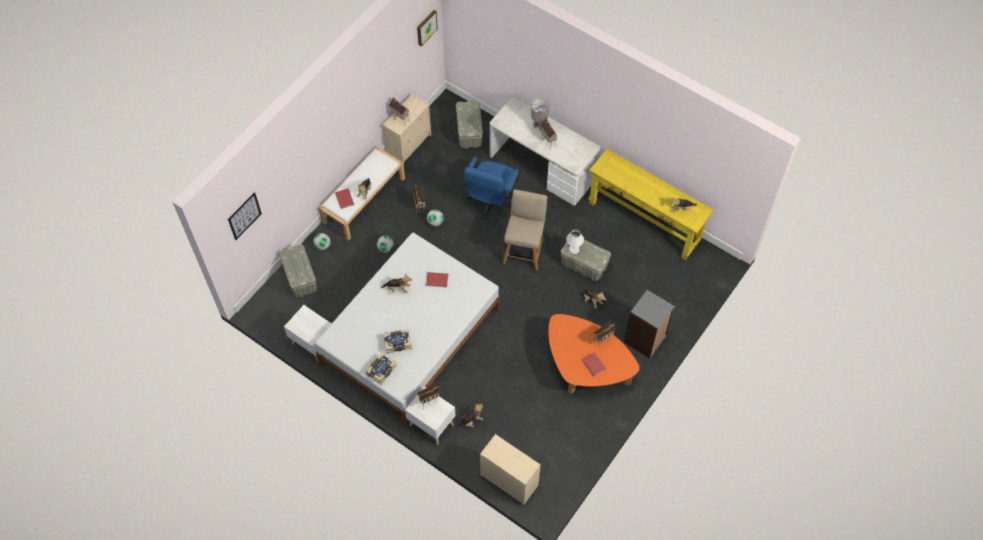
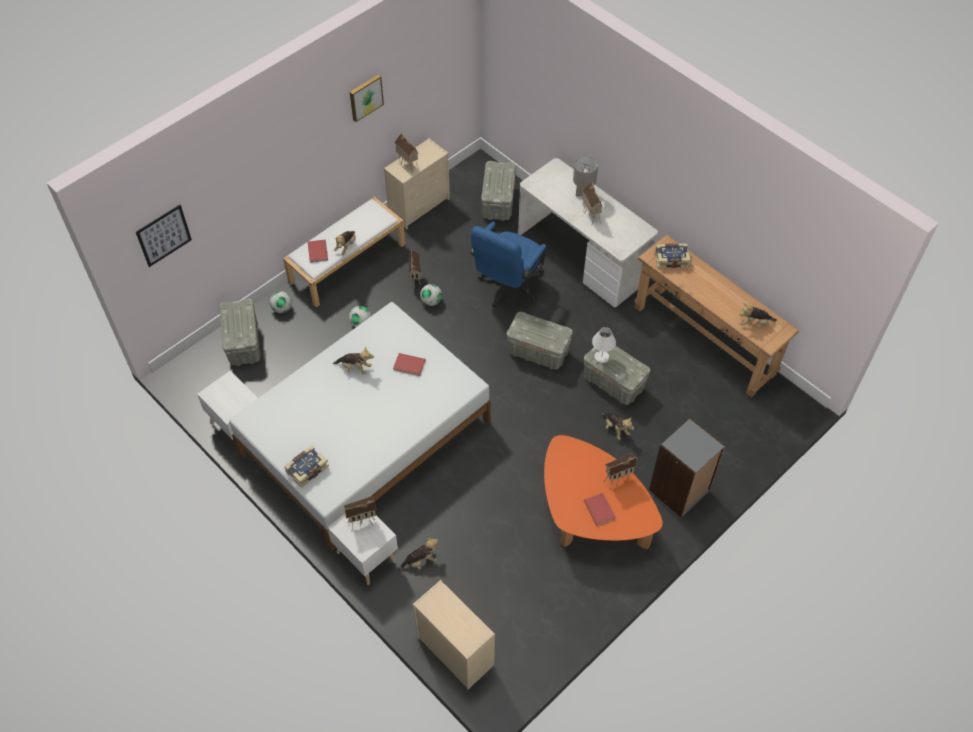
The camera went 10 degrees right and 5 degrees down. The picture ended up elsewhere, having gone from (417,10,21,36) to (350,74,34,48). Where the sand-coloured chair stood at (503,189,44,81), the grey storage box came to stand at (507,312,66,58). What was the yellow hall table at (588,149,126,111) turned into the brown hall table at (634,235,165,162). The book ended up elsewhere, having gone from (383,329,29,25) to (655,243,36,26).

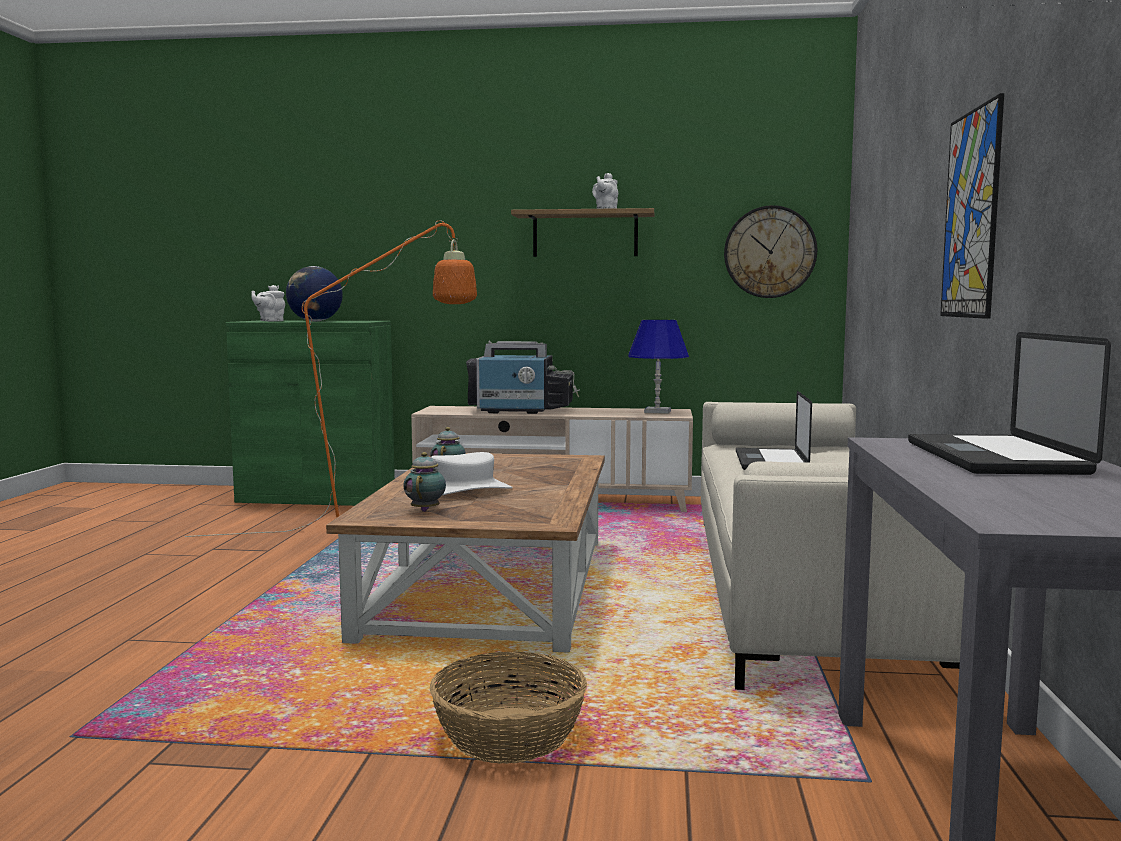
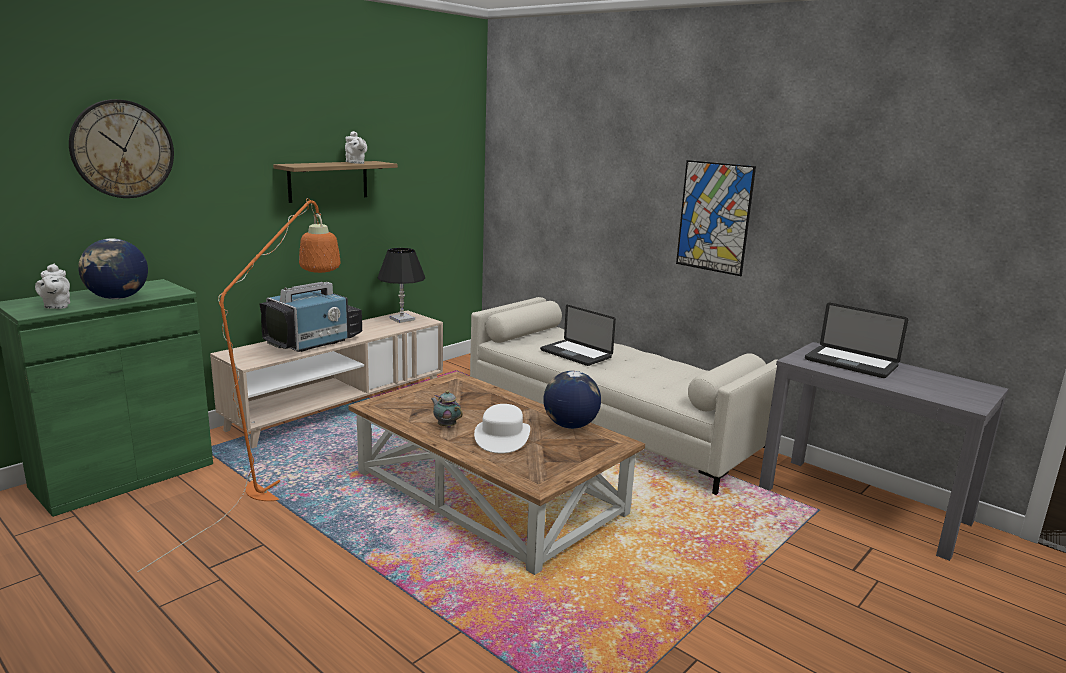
The camera went 55 degrees left and 10 degrees up. The hanging clock ended up elsewhere, having gone from (724,205,93,93) to (69,99,105,99). What was the blue-coloured lamp for a table at (628,320,61,94) turned into the black lamp for a table at (378,248,47,75). The second view gained the globe at (543,371,58,58). The second view lost the tea pot at (403,452,43,60). The second view lost the household basket at (430,652,157,112).

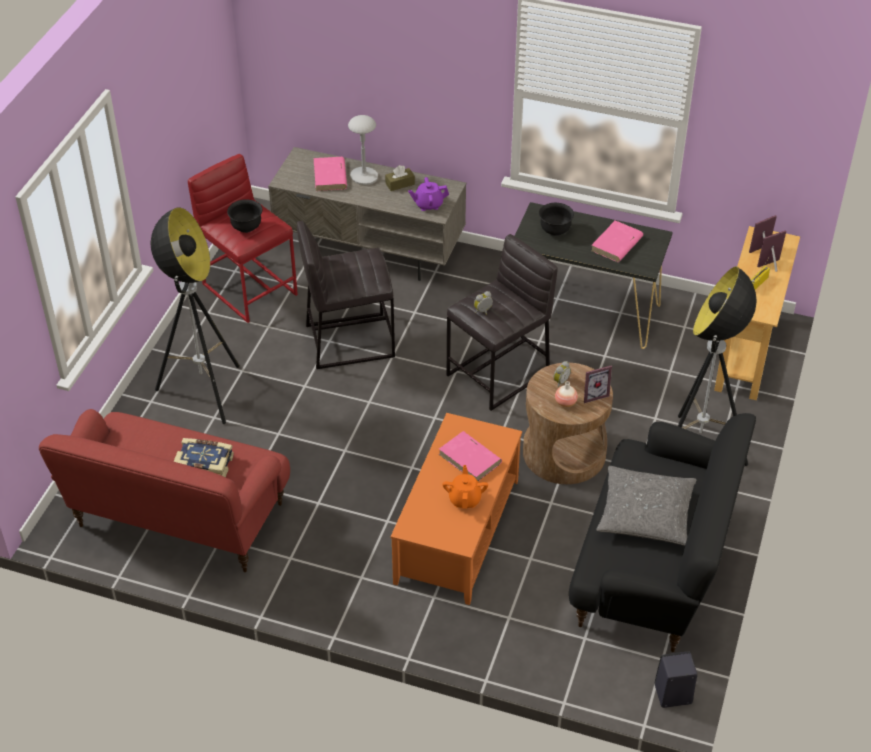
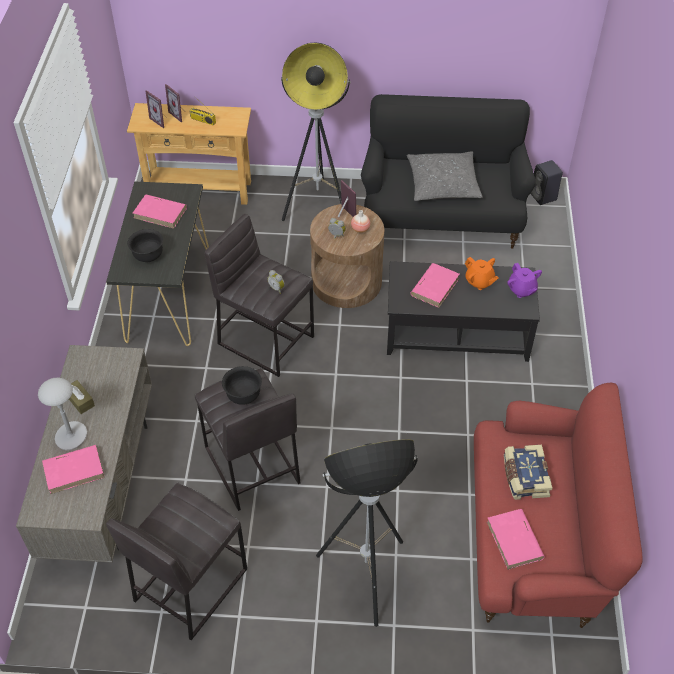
The camera went 105 degrees left and 5 degrees up. What was the reddish sitting stool at (188,154,110,169) turned into the grey sitting stool at (106,482,141,158). The black serving bowl ended up elsewhere, having gone from (227,199,36,34) to (222,366,40,39). What was the orange coffee table at (391,413,131,192) turned into the black coffee table at (387,261,153,101). The orange tea pot at (442,465,46,44) ended up facing another way, 120 degrees counterclockwise from before. The second view gained the pink book at (487,509,58,61). The purple tea pot ended up elsewhere, having gone from (408,177,41,34) to (507,263,35,35).

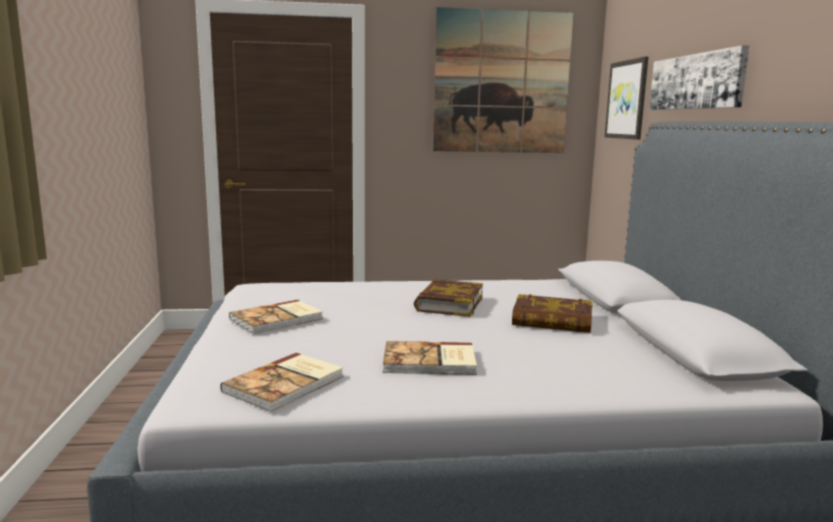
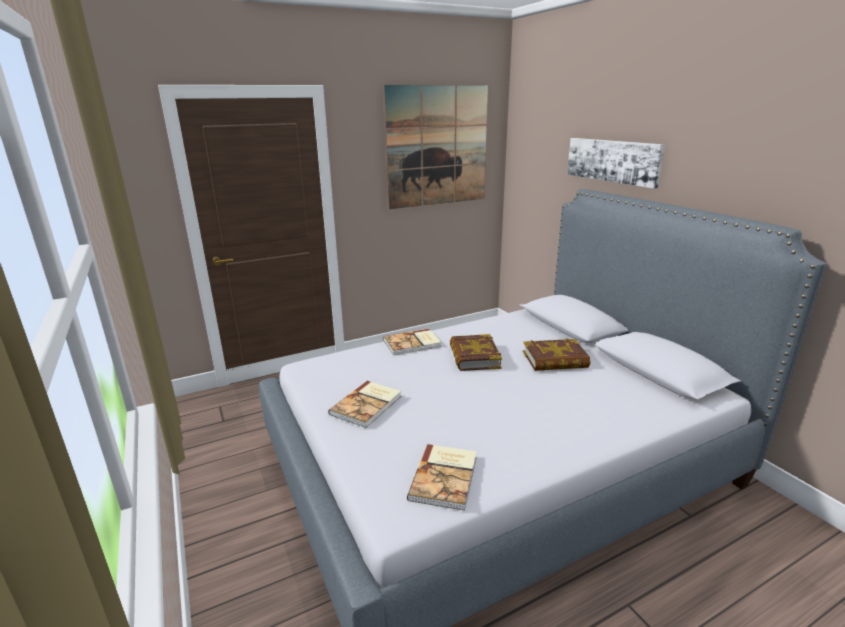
The camera went 20 degrees left and 10 degrees up. The book ended up elsewhere, having gone from (383,341,94,34) to (383,329,58,26). The second view lost the picture at (605,57,43,83).

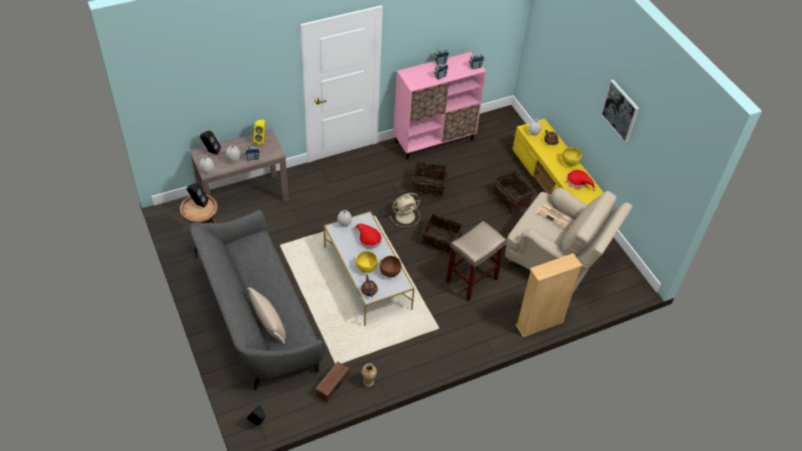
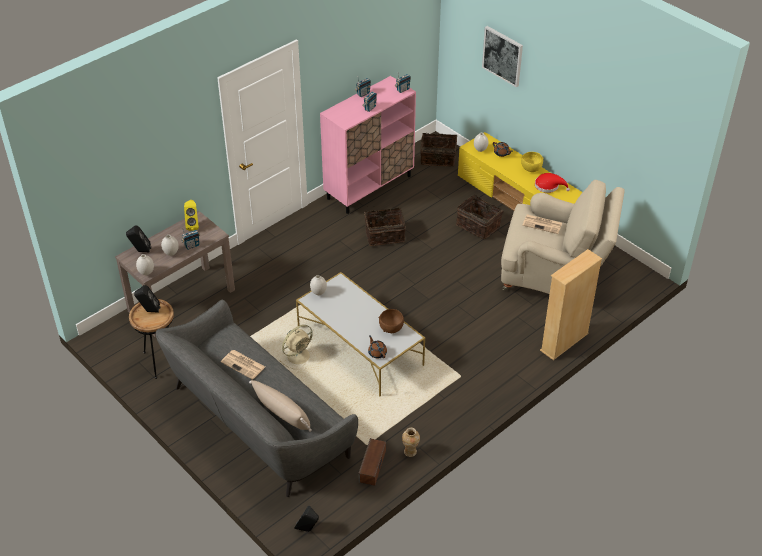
The camera went 15 degrees left and 5 degrees down. The second view gained the newspaper at (221,350,44,30). The sand-coloured fan ended up elsewhere, having gone from (389,193,31,34) to (280,325,33,44). The household basket ended up elsewhere, having gone from (422,214,41,40) to (420,133,37,34). The picture ended up elsewhere, having gone from (600,80,39,63) to (482,26,41,61). The second view lost the reddish wearable hat at (354,224,28,24). The second view lost the yellow serving bowl at (355,251,23,22). The second view lost the sand-coloured sitting stool at (446,221,60,80).

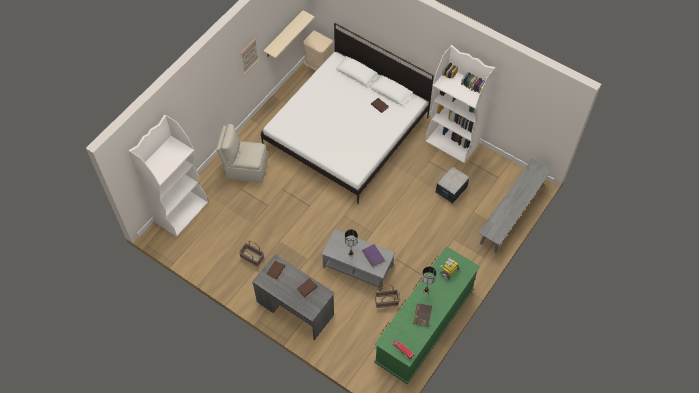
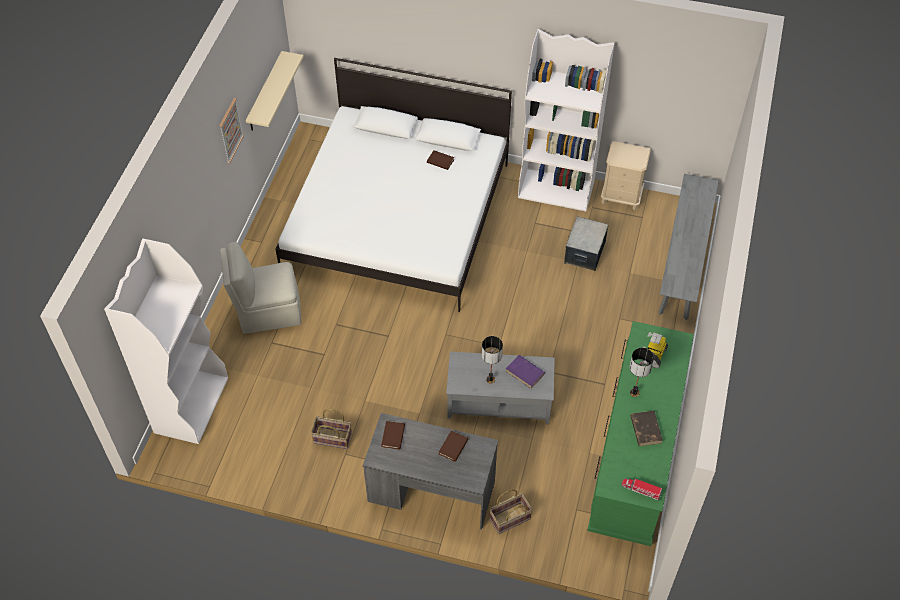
The camera went 20 degrees left and 5 degrees down. The household basket ended up elsewhere, having gone from (375,285,24,23) to (489,489,44,45). The sand-coloured bedside table ended up elsewhere, having gone from (303,30,31,41) to (601,141,50,70).

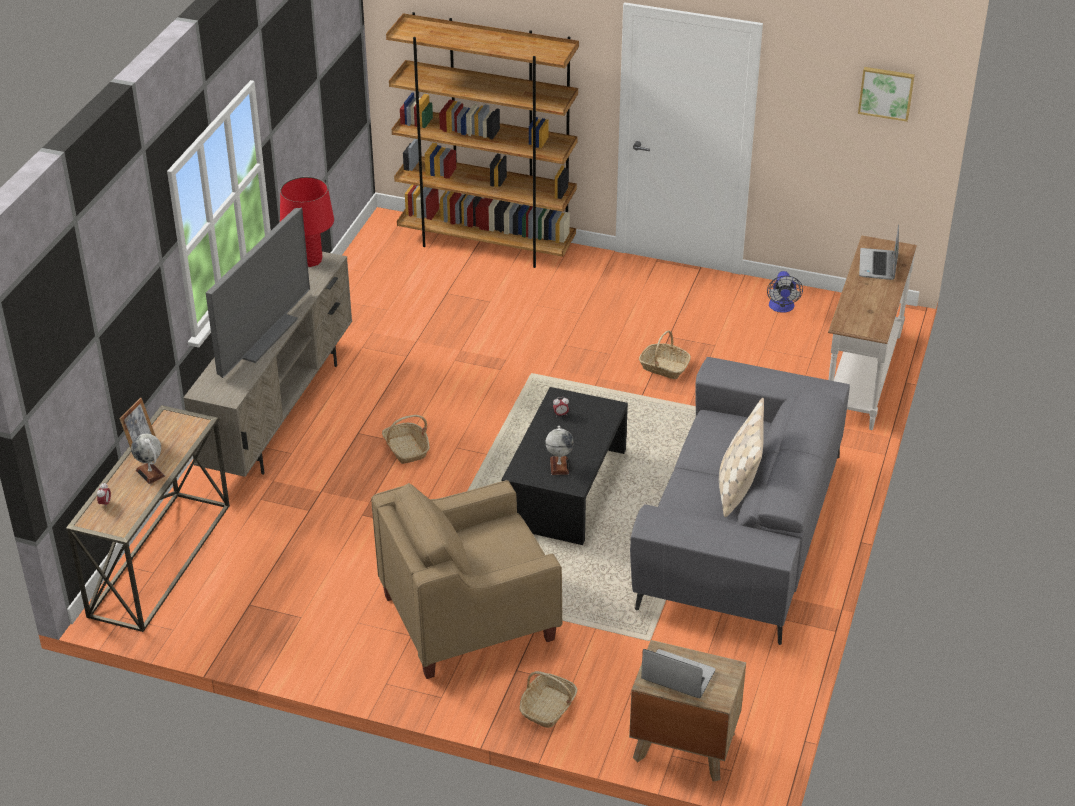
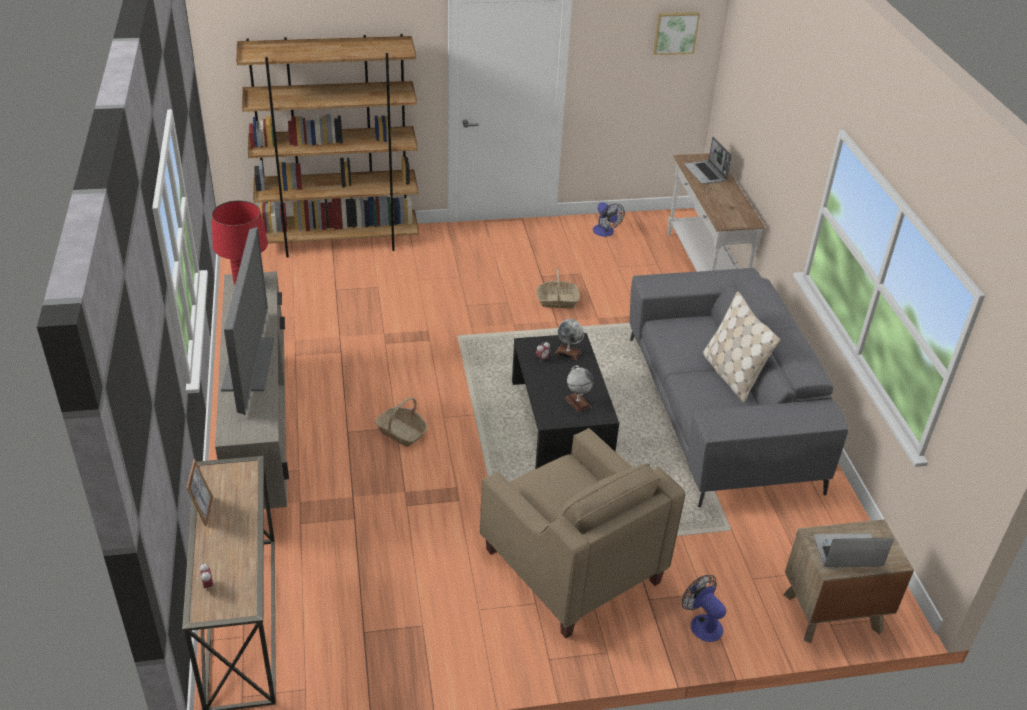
The camera went 30 degrees left and 0 degrees up. The sand-coloured lounge chair at (371,480,191,199) ended up facing another way, 75 degrees counterclockwise from before. The globe ended up elsewhere, having gone from (131,434,34,50) to (555,319,29,42). Where the household basket stood at (519,671,58,57), the fan came to stand at (682,575,44,67).

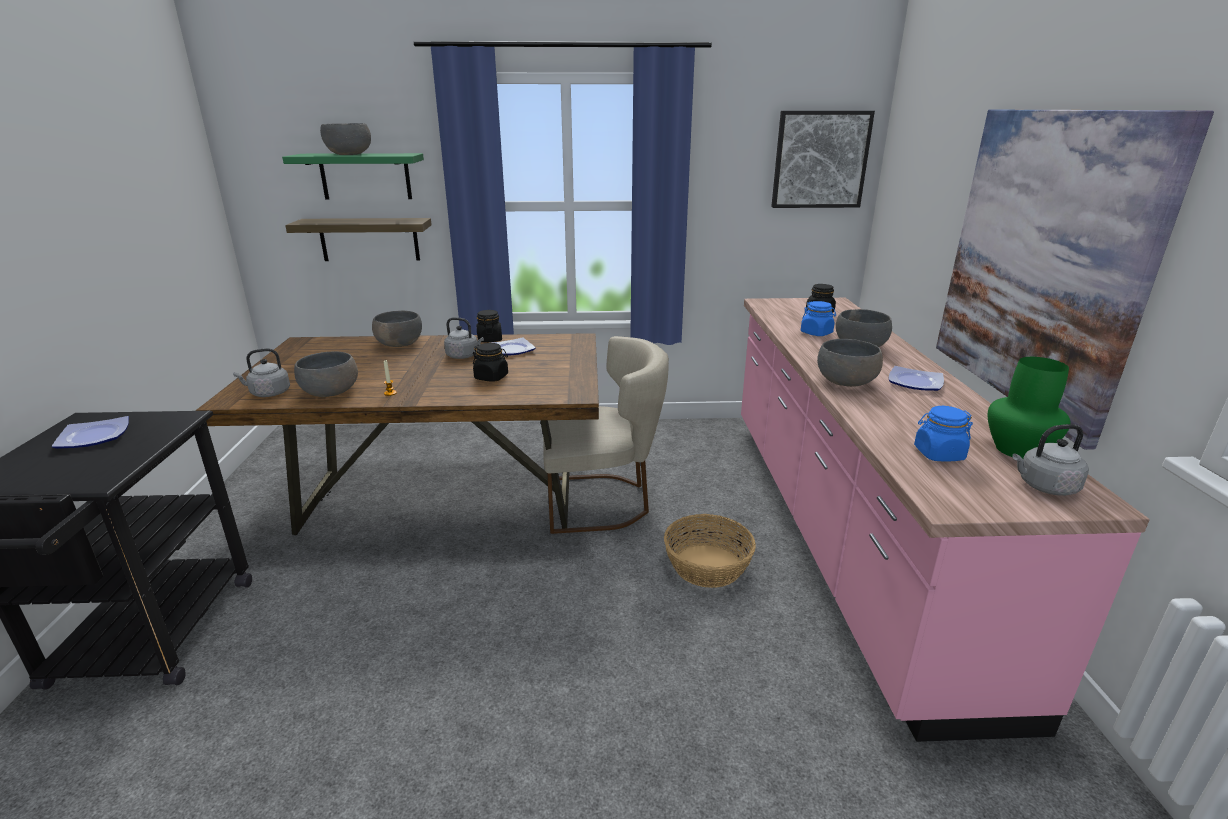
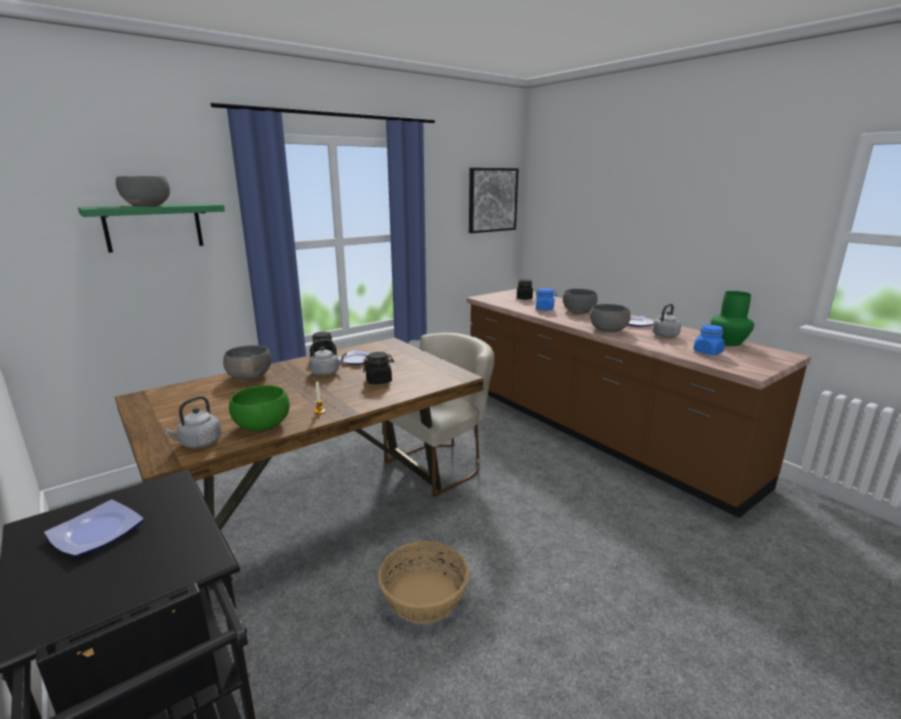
The camera went 35 degrees left and 5 degrees down. What was the grey serving bowl at (294,352,64,45) turned into the green-coloured serving bowl at (229,385,61,47). The household basket ended up elsewhere, having gone from (664,514,92,74) to (378,541,91,82). What was the pink kitchen base unit at (741,298,409,444) turned into the brown kitchen base unit at (467,289,344,229). The grey water kettle ended up elsewhere, having gone from (1012,424,77,72) to (652,304,29,34). The second view lost the shelf at (285,218,147,43). The second view lost the picture at (936,110,278,340).

